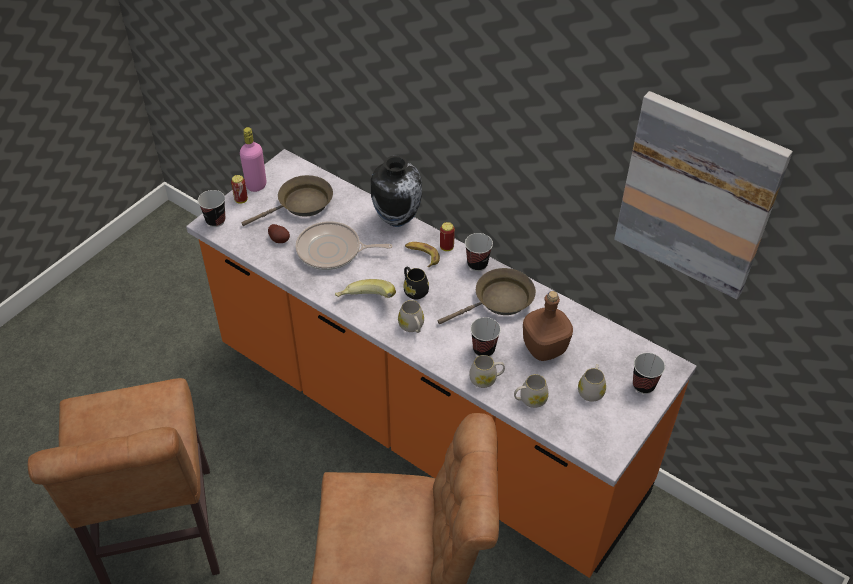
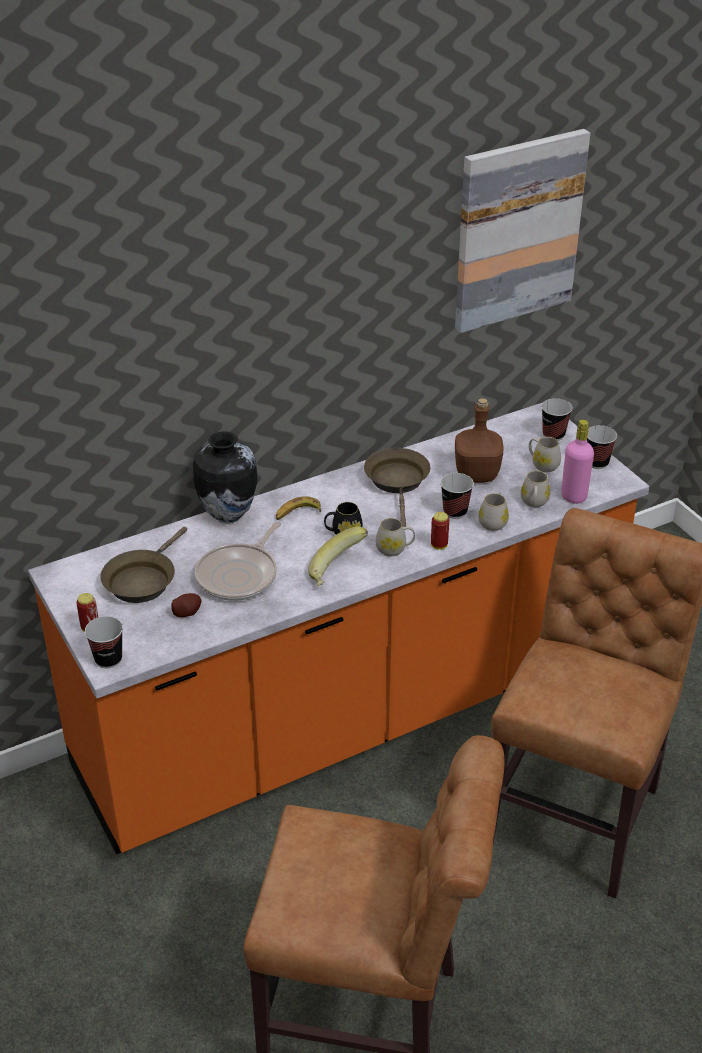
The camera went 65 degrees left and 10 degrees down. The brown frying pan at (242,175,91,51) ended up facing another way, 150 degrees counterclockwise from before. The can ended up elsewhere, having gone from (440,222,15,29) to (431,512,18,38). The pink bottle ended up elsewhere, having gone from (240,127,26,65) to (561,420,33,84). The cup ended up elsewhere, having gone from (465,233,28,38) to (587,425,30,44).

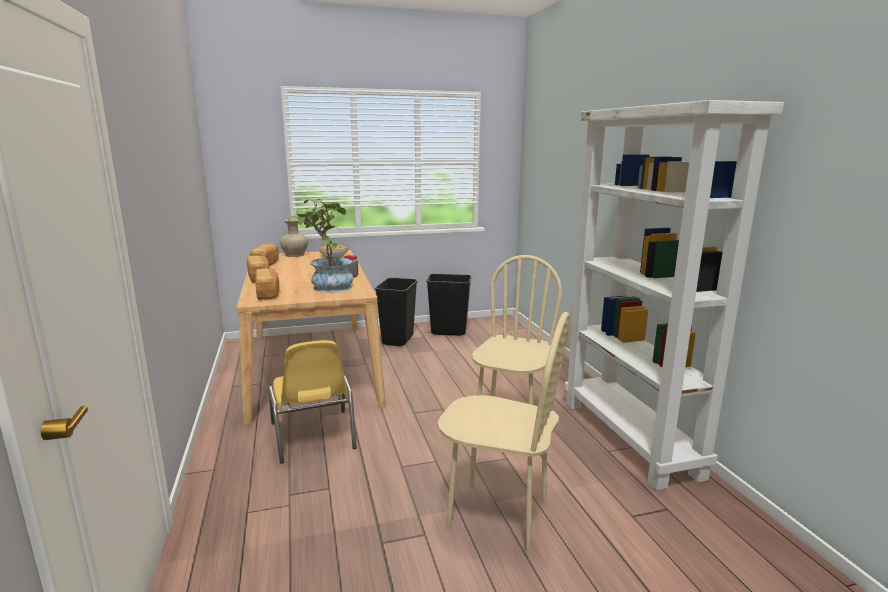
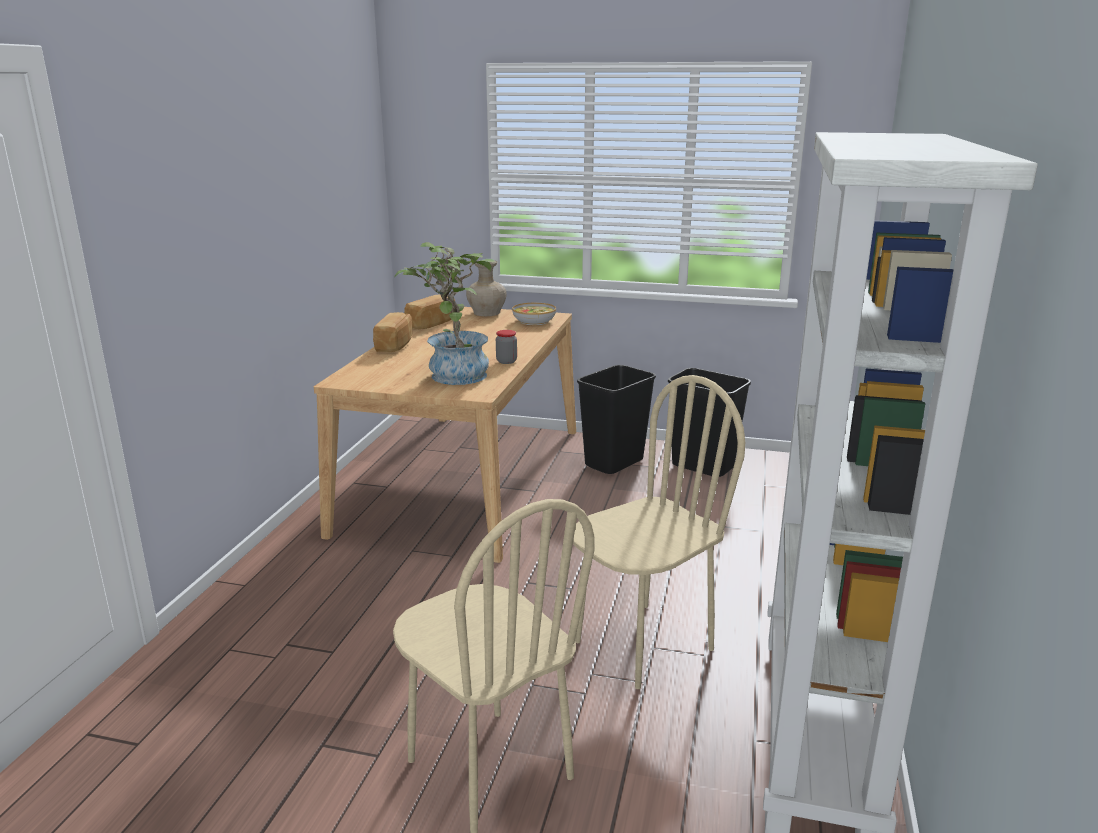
The camera went 30 degrees right and 5 degrees up. The second view lost the bakery bread at (255,268,24,32). The second view lost the yellow chair at (268,340,89,123).

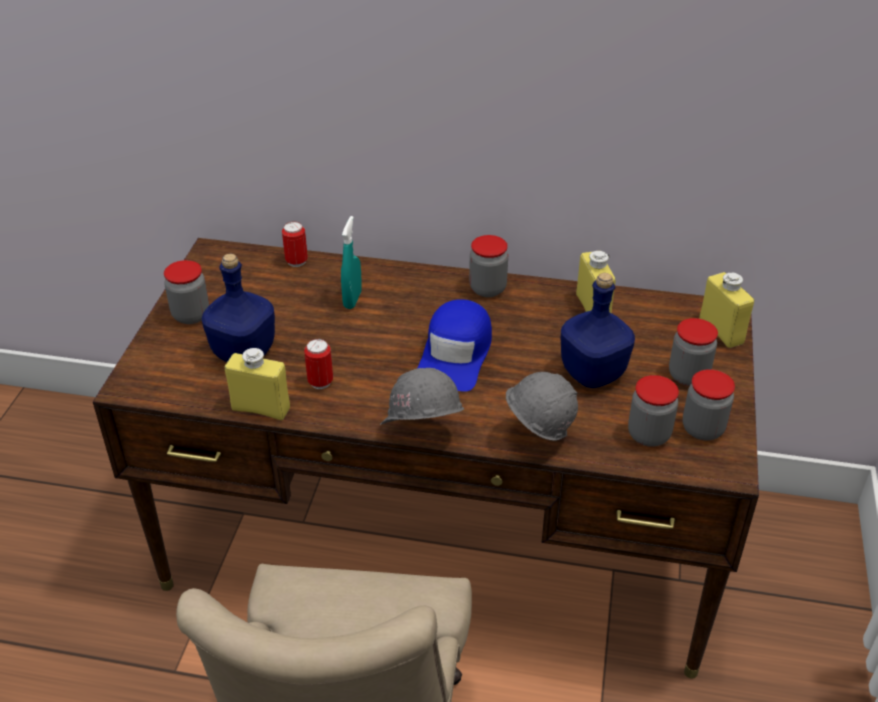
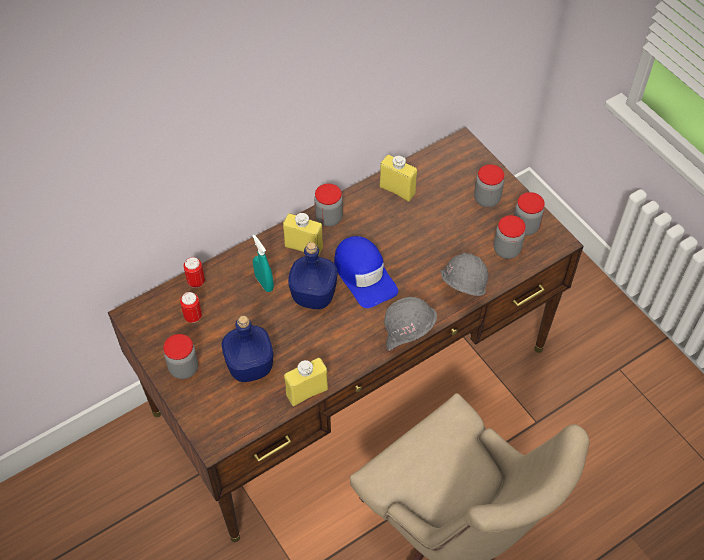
The camera went 45 degrees left and 15 degrees up. The can ended up elsewhere, having gone from (304,339,29,50) to (180,292,22,31). The yellow bottle ended up elsewhere, having gone from (699,272,55,76) to (283,213,40,43). The blue-coloured bottle ended up elsewhere, having gone from (561,273,74,115) to (288,242,50,67).

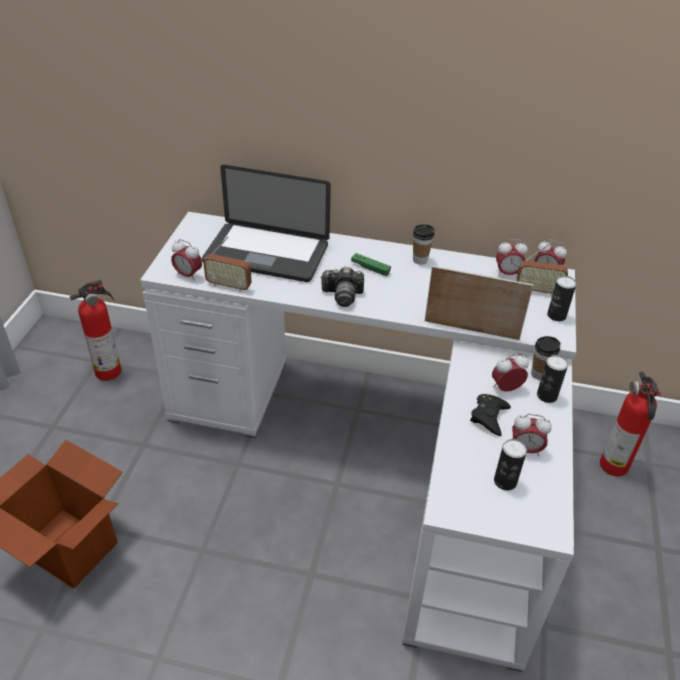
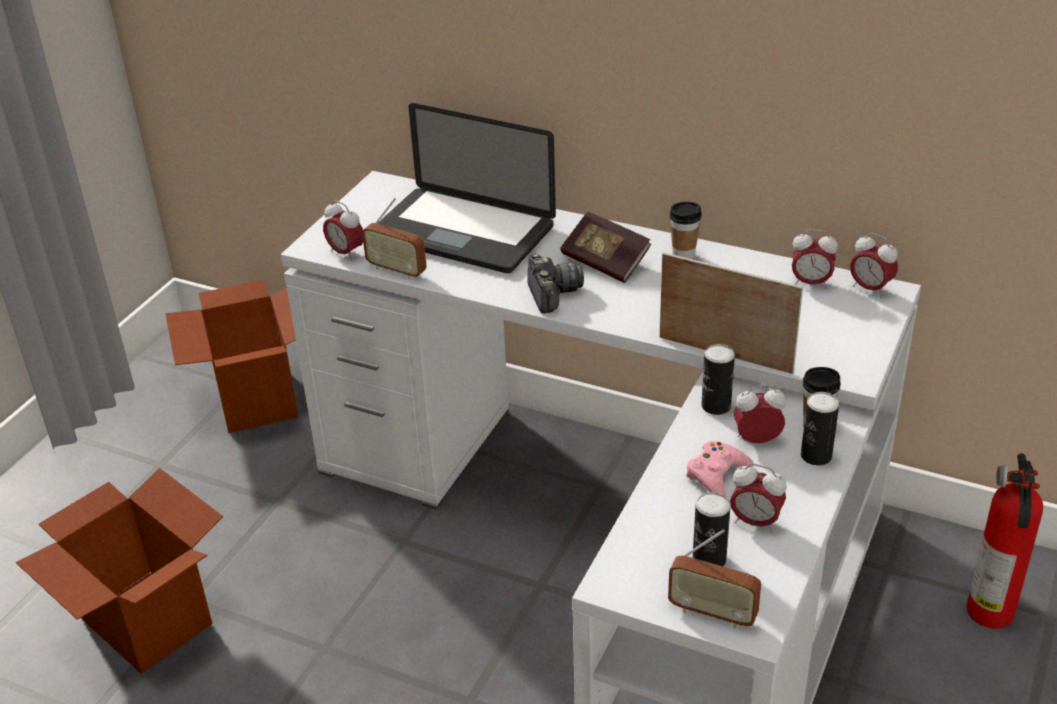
The camera went 15 degrees right and 5 degrees down. Where the fire extinguisher stood at (70,279,51,102), the carton came to stand at (165,280,133,153). The still camera at (320,266,44,41) ended up facing another way, 120 degrees counterclockwise from before. Where the green-coloured game controller stood at (351,253,40,23), the book came to stand at (560,212,91,71). The radio set ended up elsewhere, having gone from (517,242,51,54) to (668,530,93,99). What was the black game controller at (470,394,41,42) turned into the pink game controller at (686,441,68,56). The can ended up elsewhere, having gone from (547,276,29,45) to (701,344,34,71).

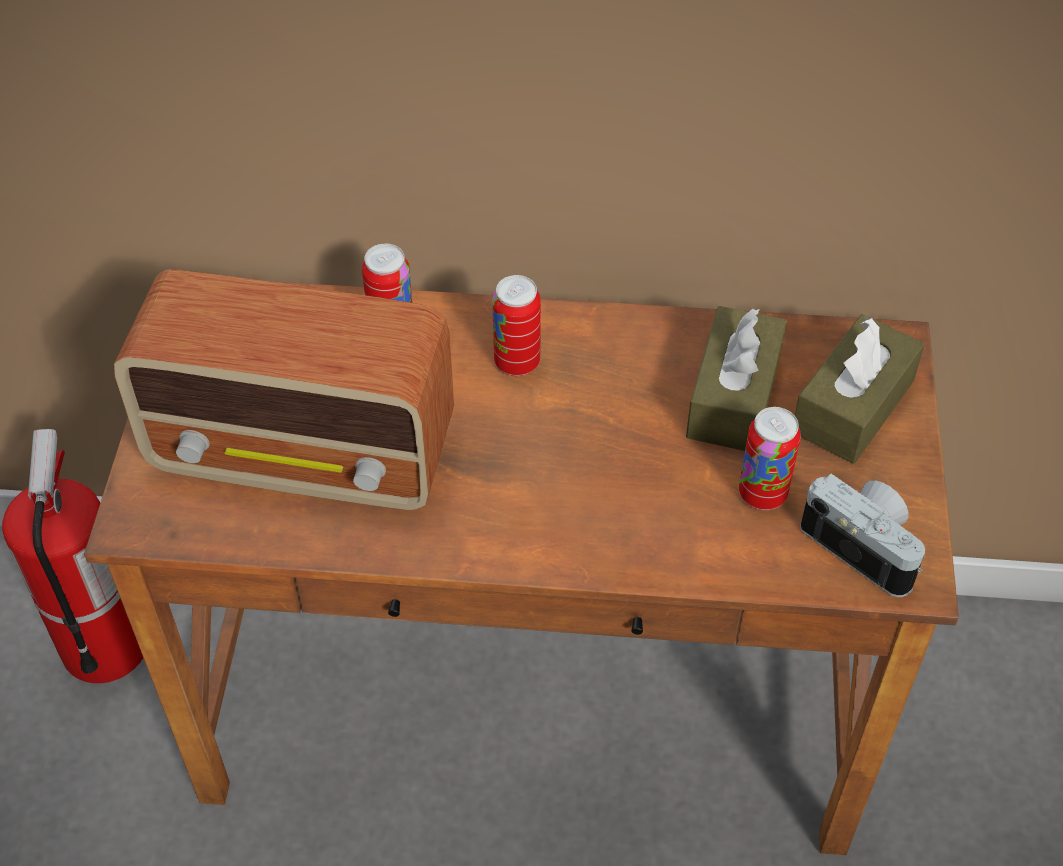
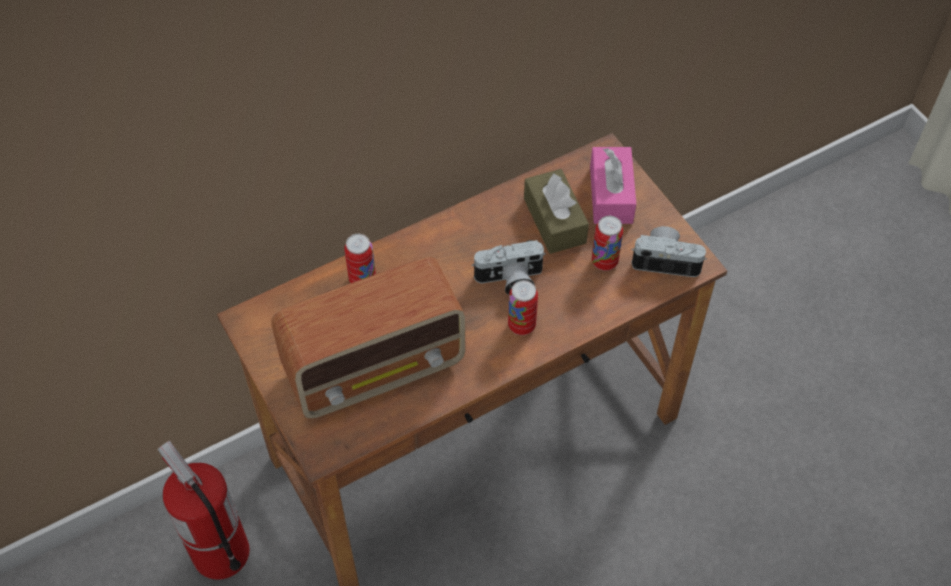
The camera went 35 degrees left and 5 degrees up. The second view gained the still camera at (471,240,75,55). The can ended up elsewhere, having gone from (492,275,49,101) to (508,280,30,55). What was the brown tissue holder at (795,314,130,150) turned into the pink tissue holder at (590,147,46,77).

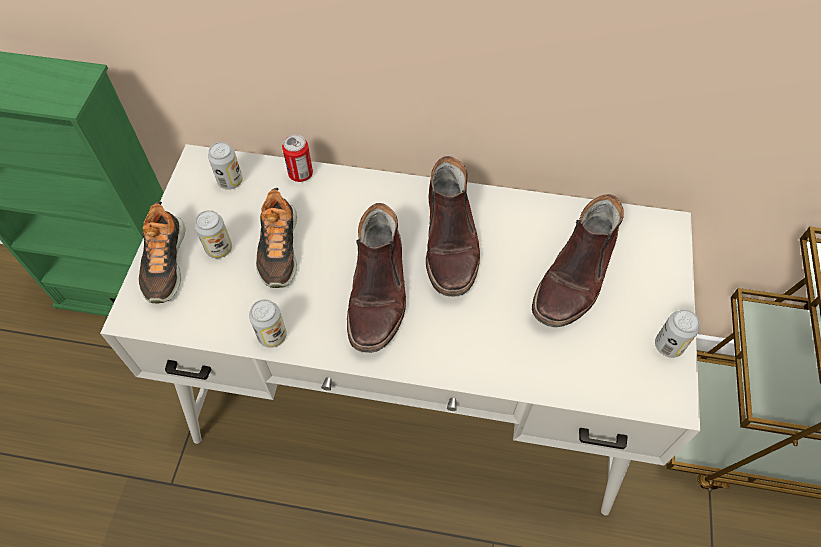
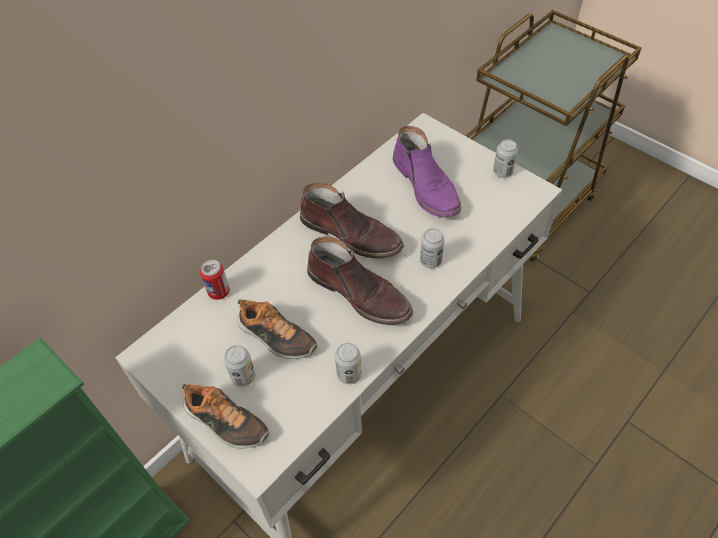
The camera went 55 degrees left and 5 degrees down. What was the brown tall boot at (532,194,92,133) turned into the purple tall boot at (393,126,68,92). The can ended up elsewhere, having gone from (208,142,35,48) to (420,228,25,40).

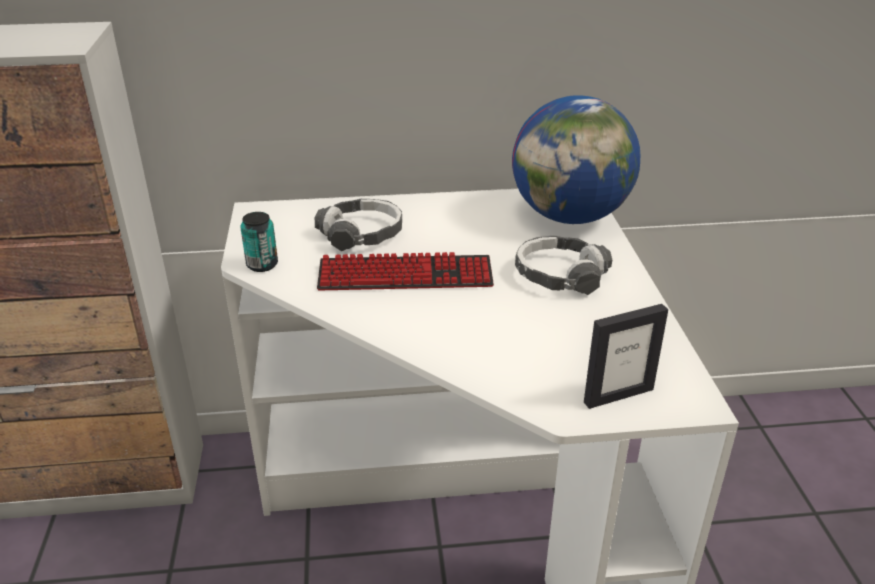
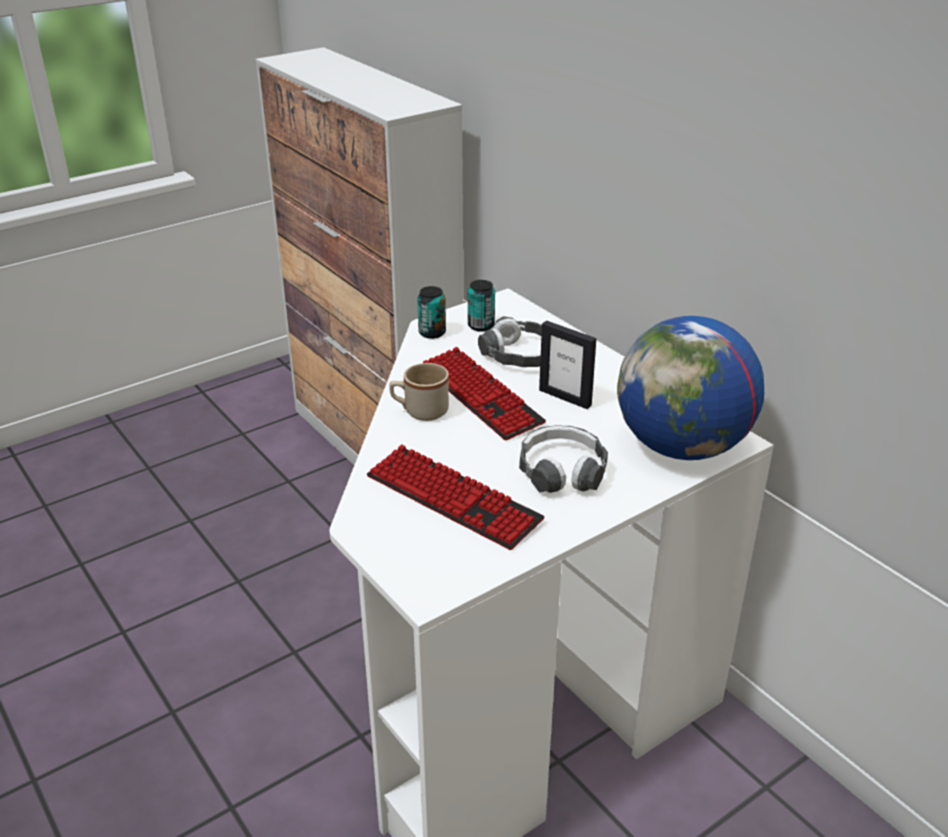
The camera went 60 degrees right and 0 degrees up. The second view gained the keyboard at (367,444,178,106). The second view gained the sand-coloured tea mug at (389,363,60,58). The second view gained the can at (468,280,27,52). The photo frame ended up elsewhere, having gone from (584,304,84,105) to (539,321,57,88).

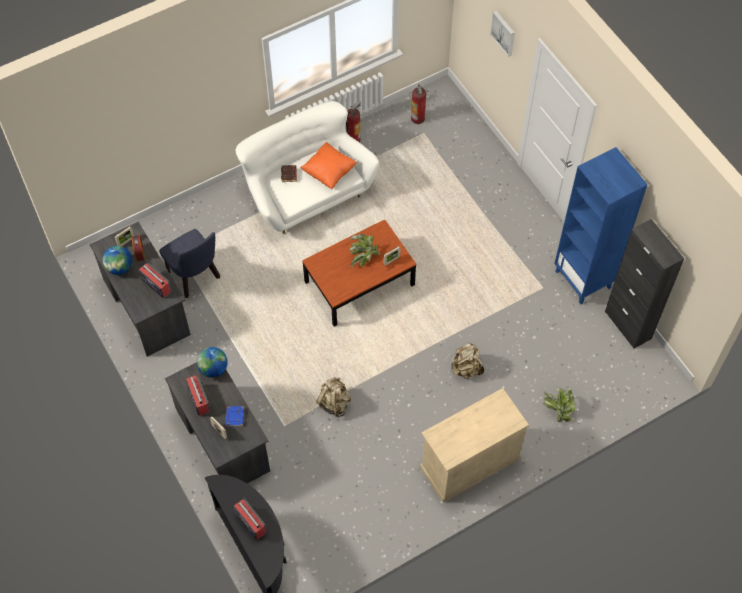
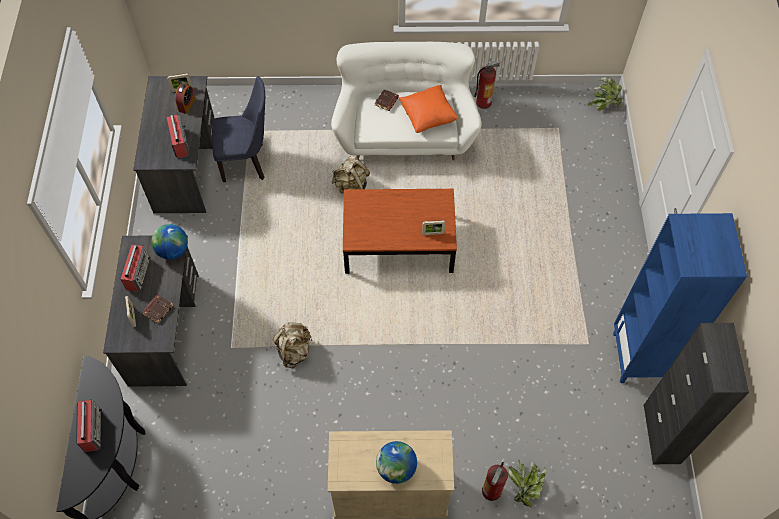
The camera went 30 degrees right and 0 degrees up. What was the blue-coloured book at (225,406,19,21) turned into the brown book at (142,295,31,29). The blue-coloured chair at (159,229,61,69) ended up facing another way, 90 degrees counterclockwise from before. The sand-coloured knapsack ended up elsewhere, having gone from (451,342,33,37) to (332,156,38,38). The globe ended up elsewhere, having gone from (103,245,29,30) to (376,441,41,43). The fire extinguisher ended up elsewhere, having gone from (411,84,15,40) to (482,462,26,39). The plant in a pot ended up elsewhere, having gone from (349,234,31,33) to (587,77,36,34). The second view lost the picture at (490,11,25,46).

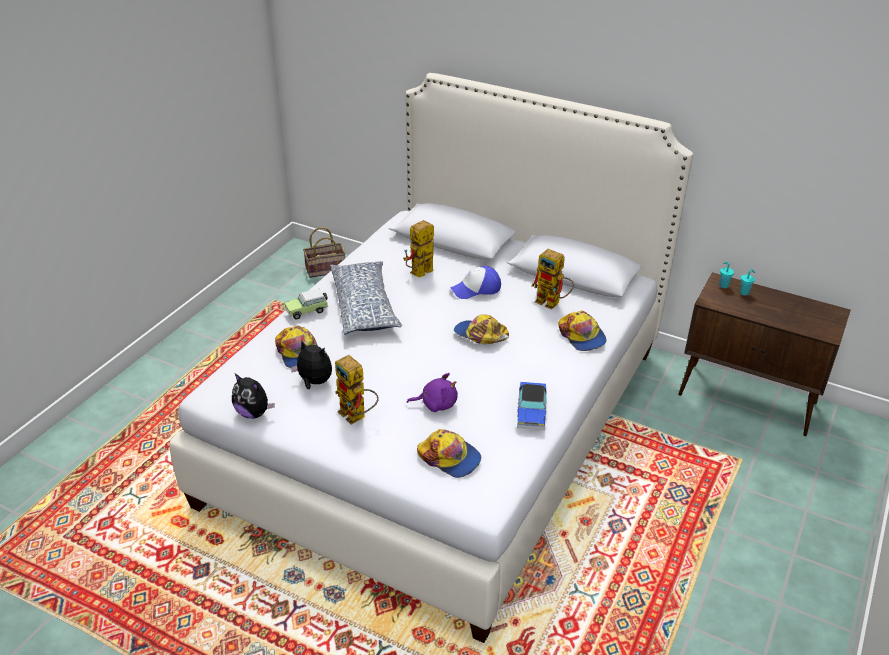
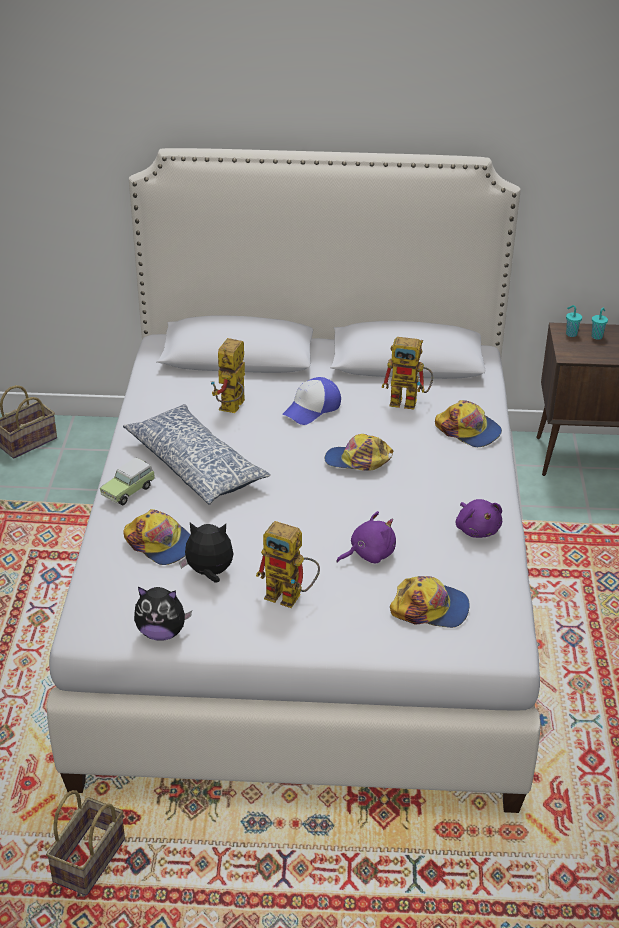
The camera went 25 degrees left and 0 degrees up. The second view gained the household basket at (46,790,79,105). Where the model car stood at (517,382,30,49), the purple plush toy came to stand at (456,499,46,39).

